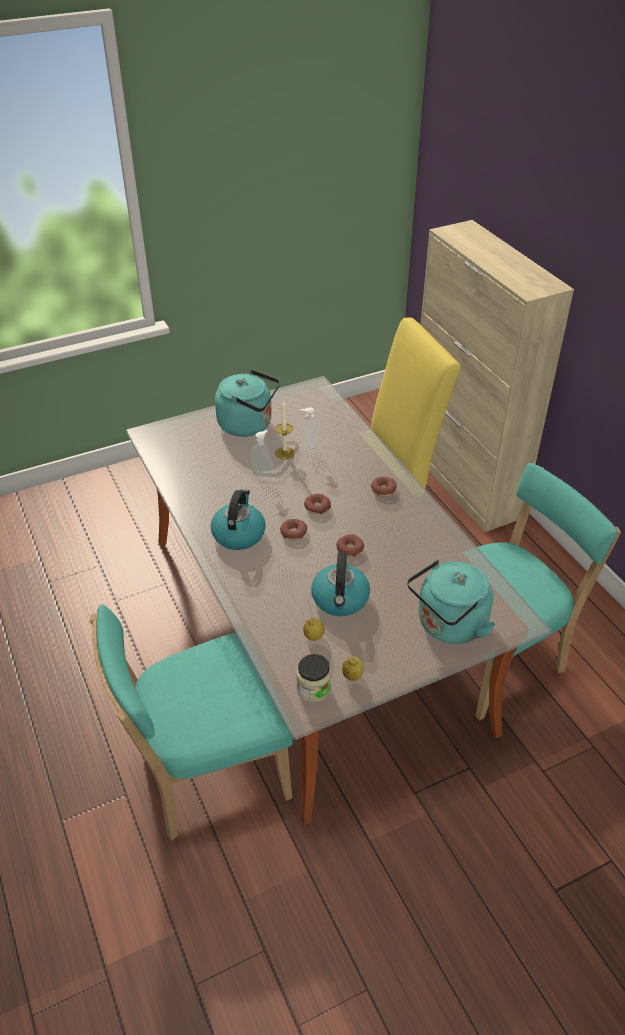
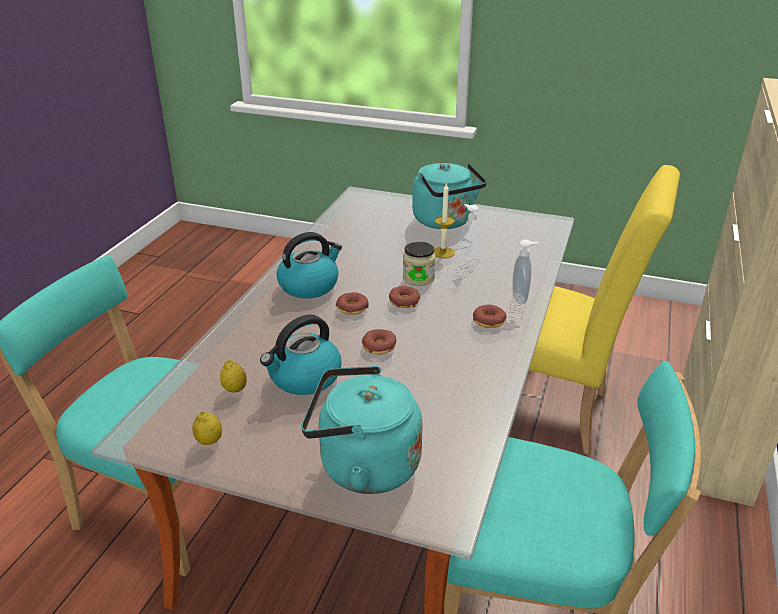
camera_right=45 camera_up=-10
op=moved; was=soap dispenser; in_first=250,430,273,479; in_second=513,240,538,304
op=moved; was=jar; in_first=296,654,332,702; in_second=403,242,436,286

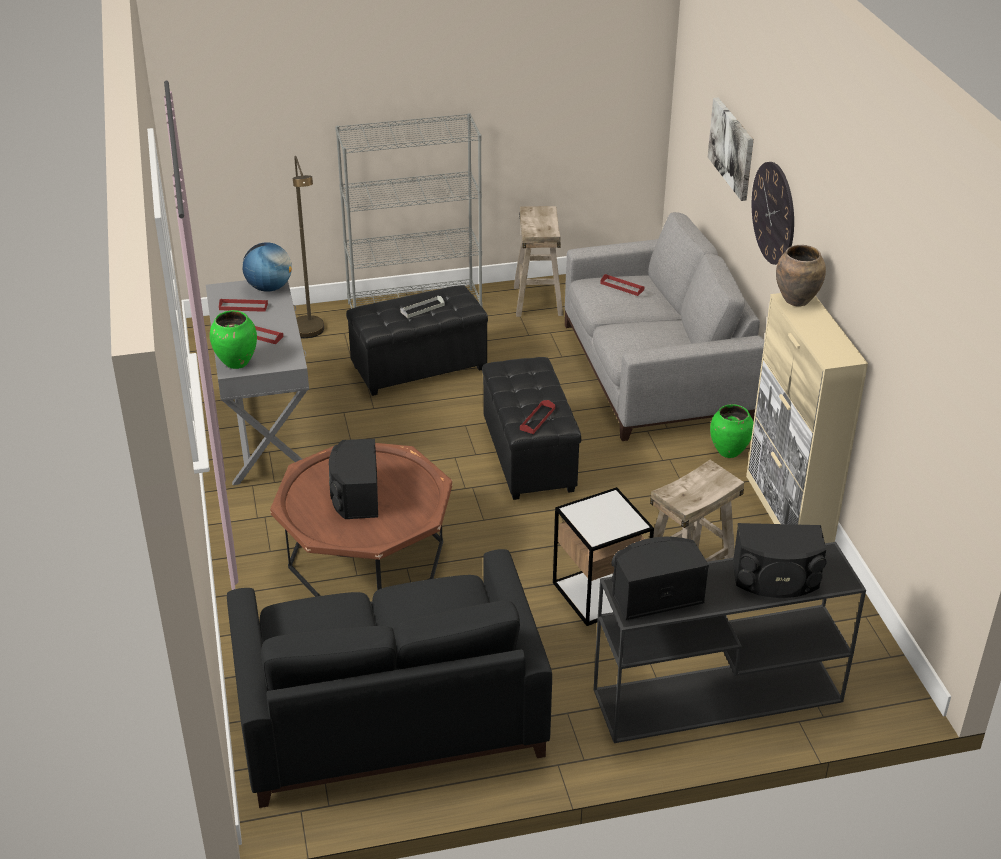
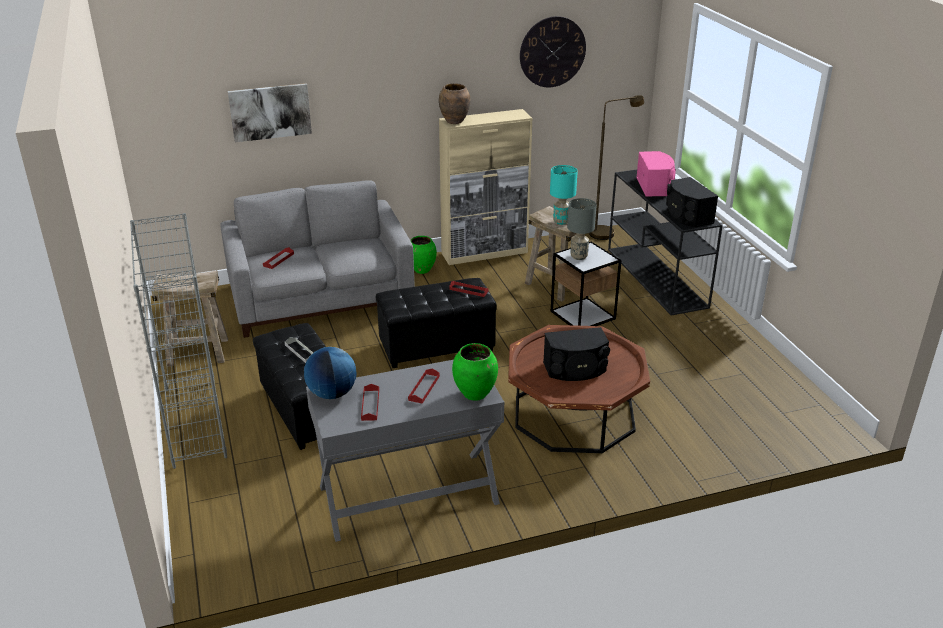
camera_right=-95 camera_up=-5
op=removed; was=black sofa; in_first=227,549,552,808
op=moved; was=brown floor lamp; in_first=293,156,324,338; in_second=589,95,644,240
op=recoloured; was=black speaker; now=pink speaker; in_first=733,523,827,598; in_second=636,151,676,197
op=moved; was=wall clock; in_first=752,162,794,265; in_second=520,16,586,87
op=added; now=turquoise table lamp; in_second=550,165,578,225
op=added; now=grey table lamp; in_second=567,198,597,260

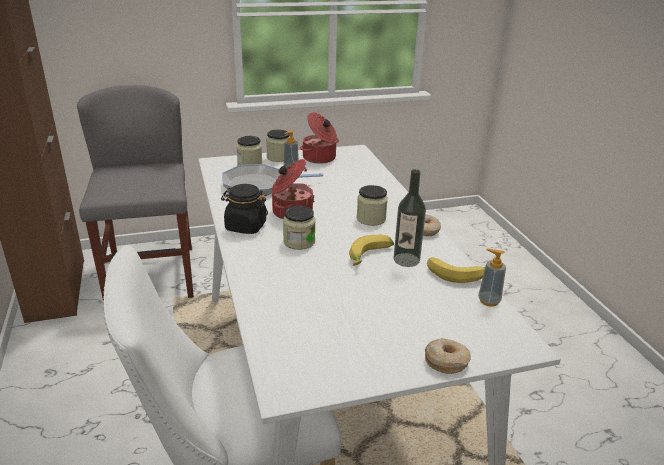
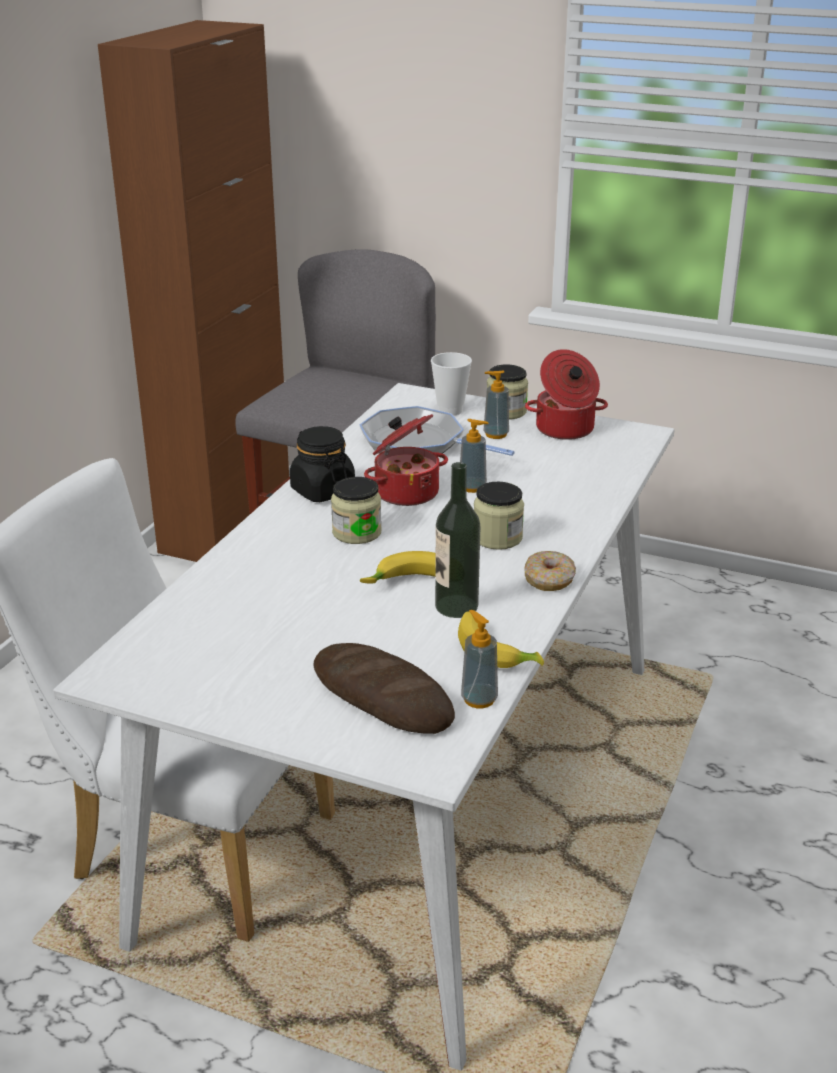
camera_right=40 camera_up=0
op=replaced; was=jar; now=cup; in_first=236,136,262,166; in_second=431,352,472,416
op=removed; was=donut; in_first=425,338,471,374
op=added; now=bread; in_second=313,643,455,734
op=added; now=soap dispenser; in_second=460,419,489,493

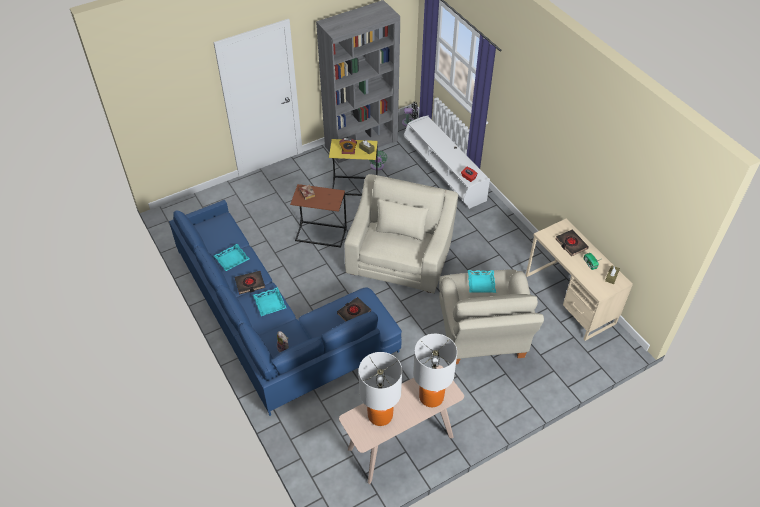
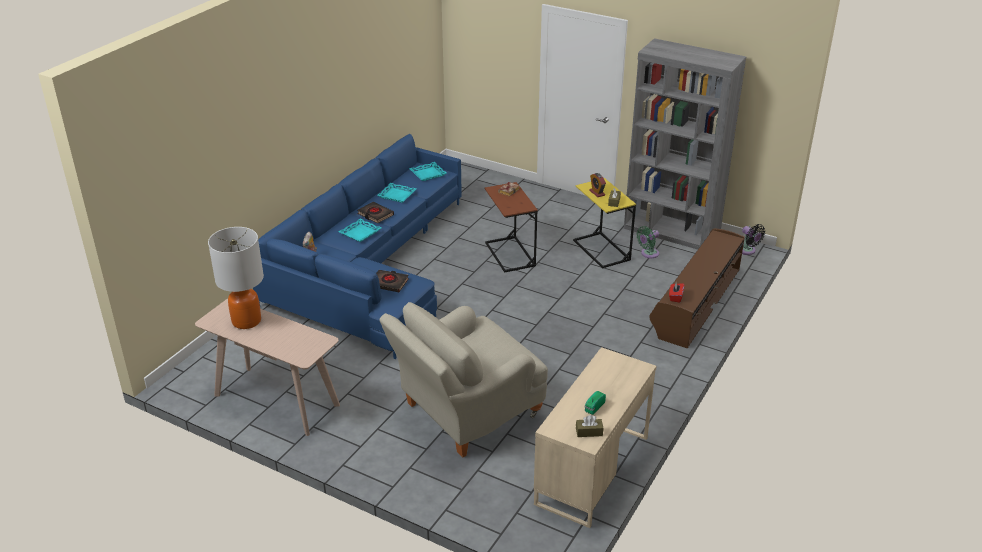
camera_right=60 camera_up=-15
op=removed; was=beige armchair; in_first=344,174,458,293
op=recoloured; was=white tv stand; now=brown tv stand; in_first=404,115,490,209; in_second=649,228,745,348
op=removed; was=table lamp; in_first=413,334,457,407
op=moved; was=turquoise tray; in_first=468,270,496,293; in_second=409,162,447,181
op=removed; was=black book; in_first=556,230,589,256

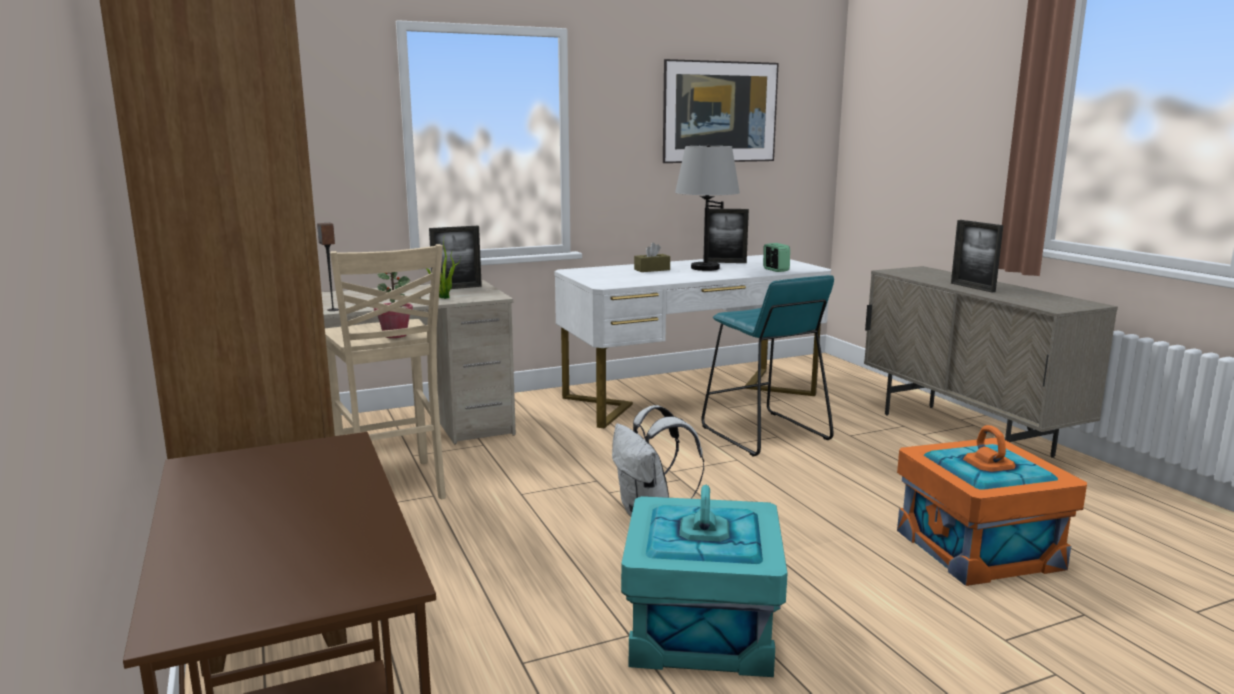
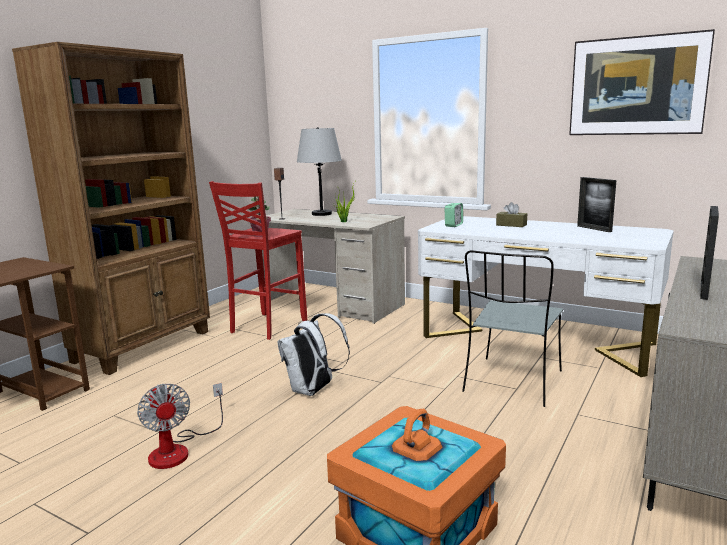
camera_right=55 camera_up=0
op=recoloured; was=beige stool; now=red stool; in_first=325,244,446,499; in_second=209,181,307,340
op=removed; was=picture frame; in_first=429,226,482,289
op=replaced; was=turquoise storage box; now=fan; in_first=621,485,788,677; in_second=137,383,223,469
op=moved; was=grey table lamp; in_first=675,144,740,271; in_second=297,127,342,216
op=replaced; was=turquoise stool; now=grey chair; in_first=701,275,834,457; in_second=462,250,563,407
op=moved; was=alarm clock; in_first=763,243,790,272; in_second=445,203,463,227

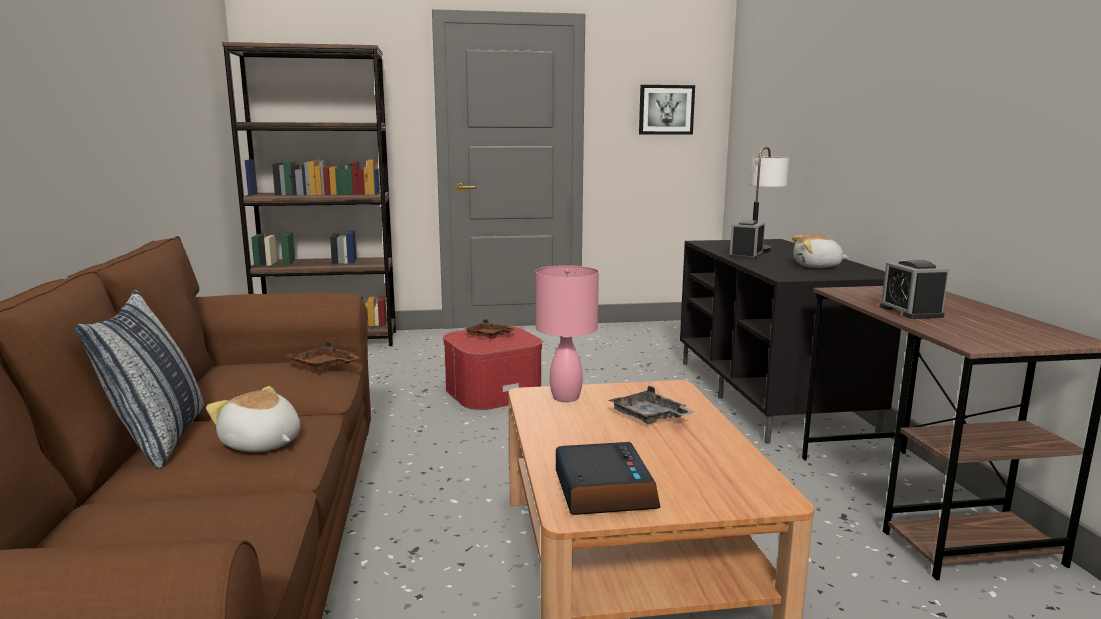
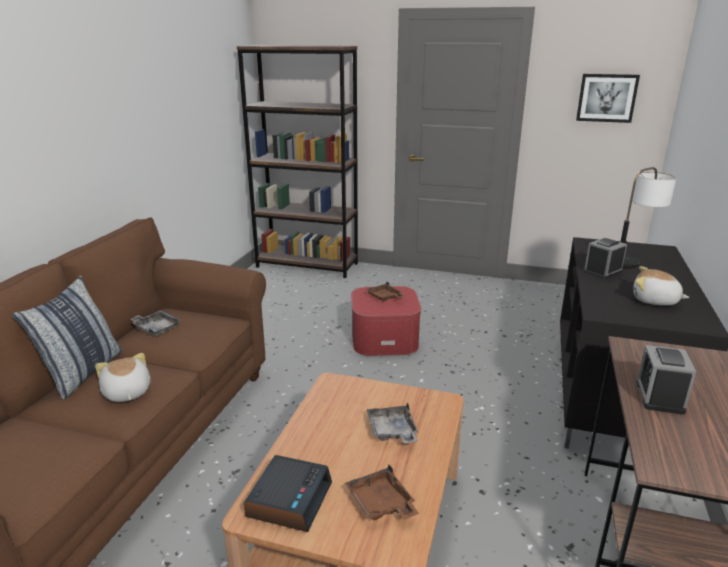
camera_right=25 camera_up=10
op=moved; was=brown tray; in_first=287,341,360,372; in_second=345,465,419,520
op=removed; was=pink table lamp; in_first=536,265,599,402
op=added; now=grey tray; in_second=130,310,181,337

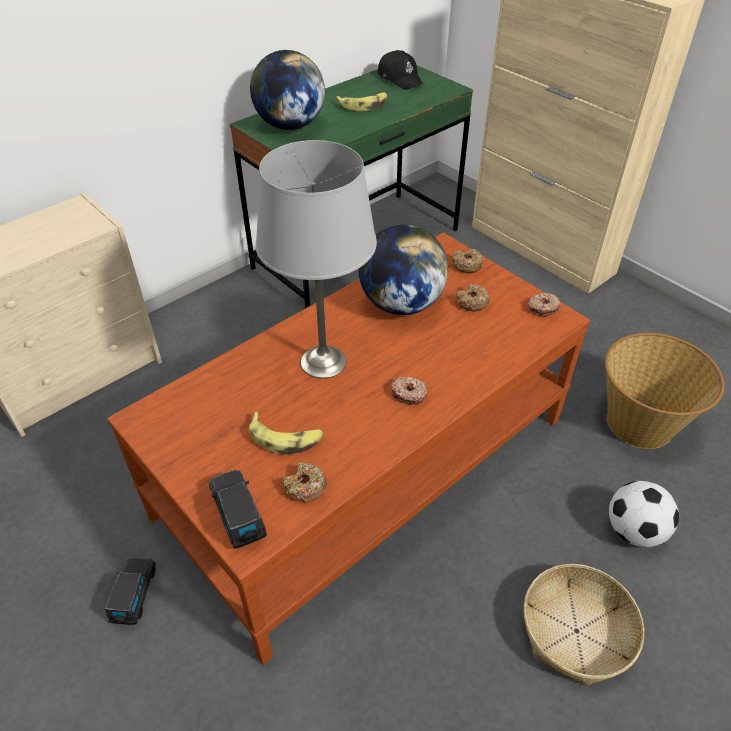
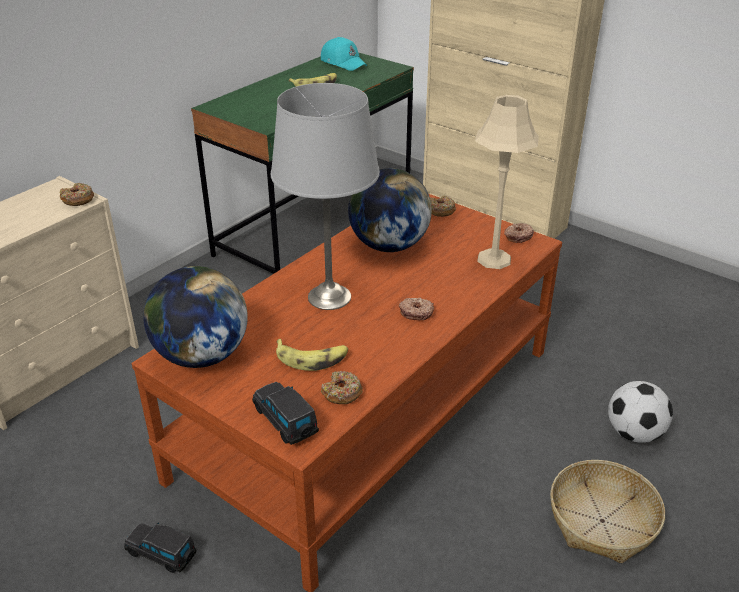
camera_right=-10 camera_up=-10
op=turned; was=black toy car; in_first=105,557,156,625; in_second=124,522,196,573; clockwise=-60
op=moved; was=globe; in_first=250,50,325,130; in_second=143,266,248,368
op=recoloured; was=black cap; now=turquoise cap; in_first=378,50,423,90; in_second=321,37,367,71
op=moved; was=donut; in_first=455,284,490,311; in_second=59,183,94,206
op=removed; was=basket; in_first=605,333,725,449
op=added; now=beige table lamp; in_second=475,95,539,269

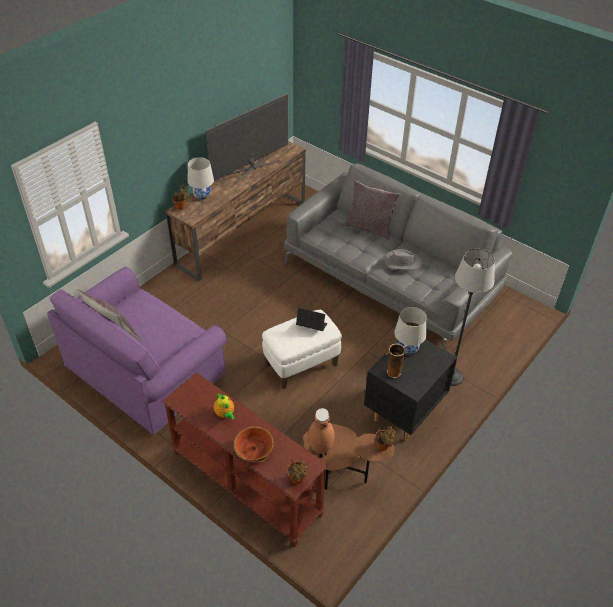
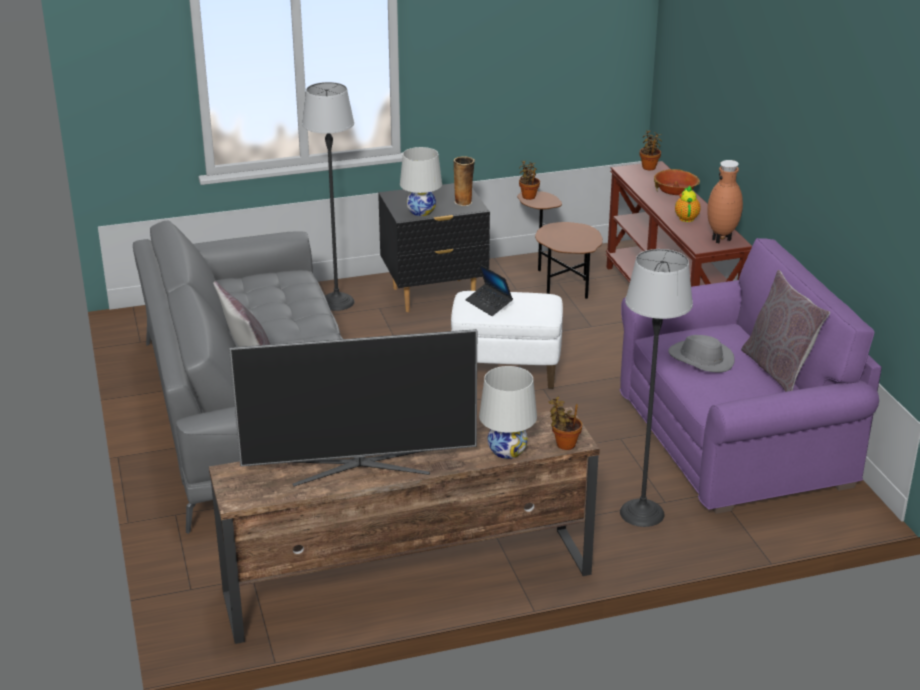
camera_right=-145 camera_up=-15
op=moved; was=brown vase; in_first=308,408,334,458; in_second=707,160,743,243
op=moved; was=grey hat; in_first=385,249,422,270; in_second=668,335,735,372
op=added; now=floor lamp; in_second=620,249,693,527

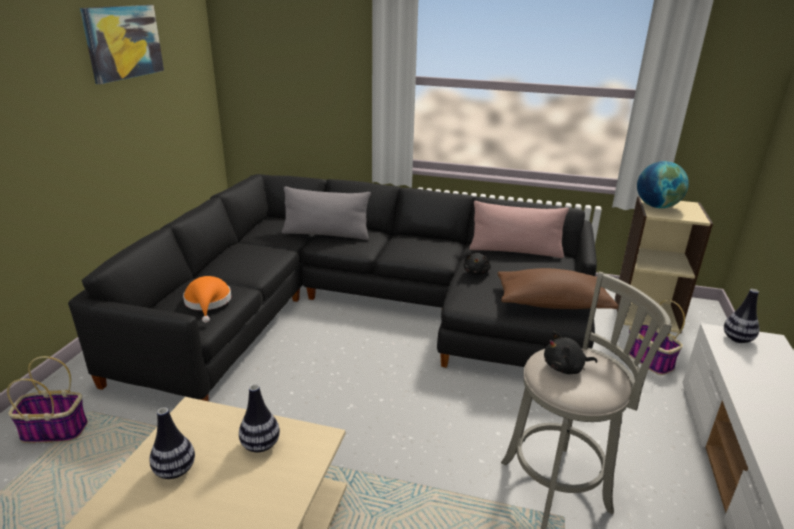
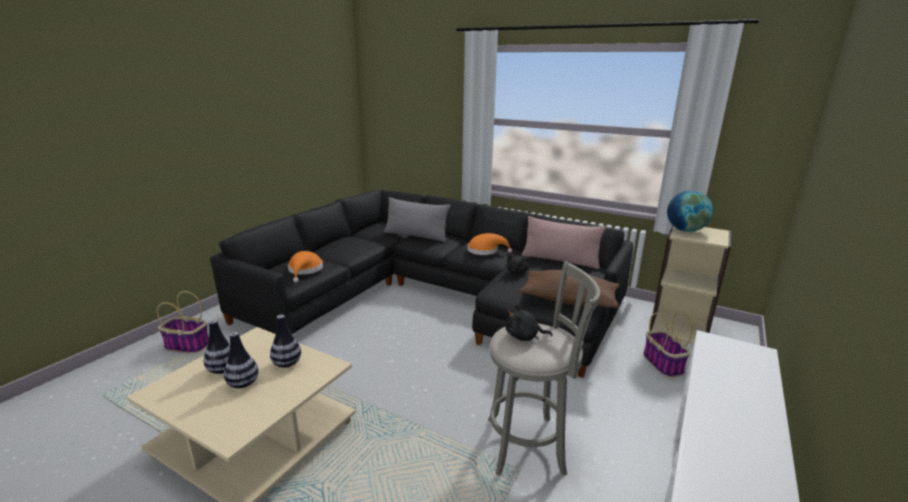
camera_right=15 camera_up=-5
op=removed; was=picture; in_first=80,5,164,84
op=moved; was=vase; in_first=724,289,760,343; in_second=224,332,259,388
op=added; now=orange hat; in_second=468,233,512,255

